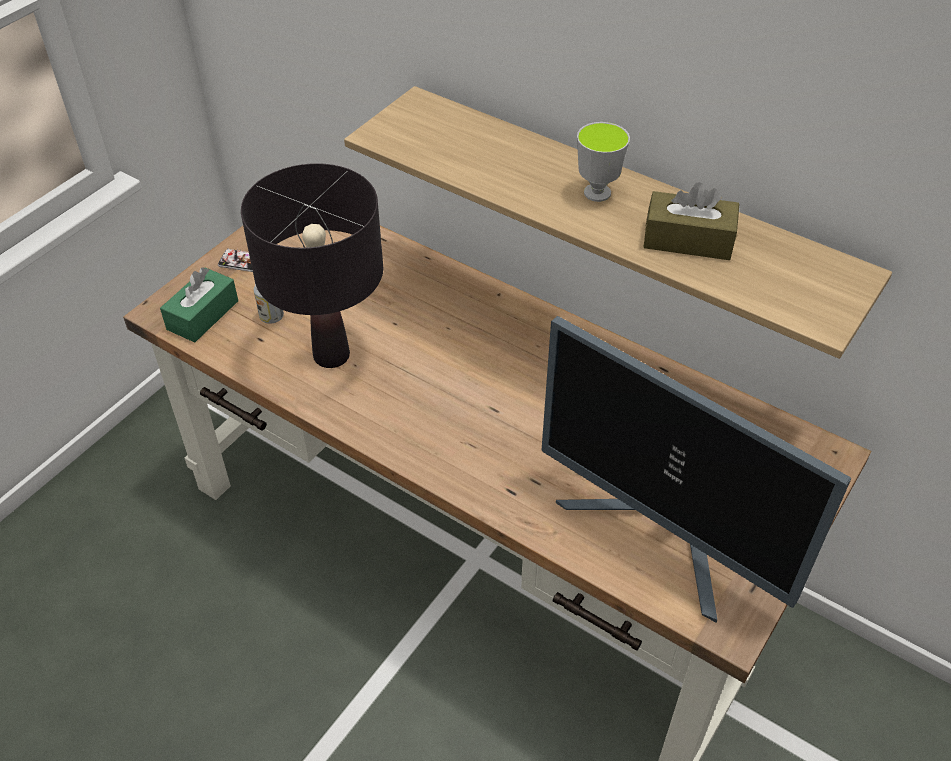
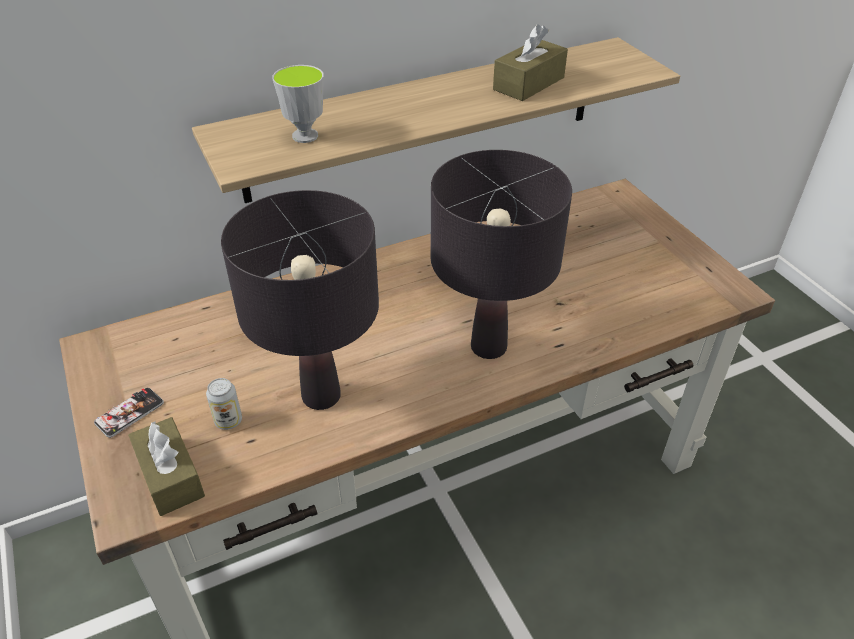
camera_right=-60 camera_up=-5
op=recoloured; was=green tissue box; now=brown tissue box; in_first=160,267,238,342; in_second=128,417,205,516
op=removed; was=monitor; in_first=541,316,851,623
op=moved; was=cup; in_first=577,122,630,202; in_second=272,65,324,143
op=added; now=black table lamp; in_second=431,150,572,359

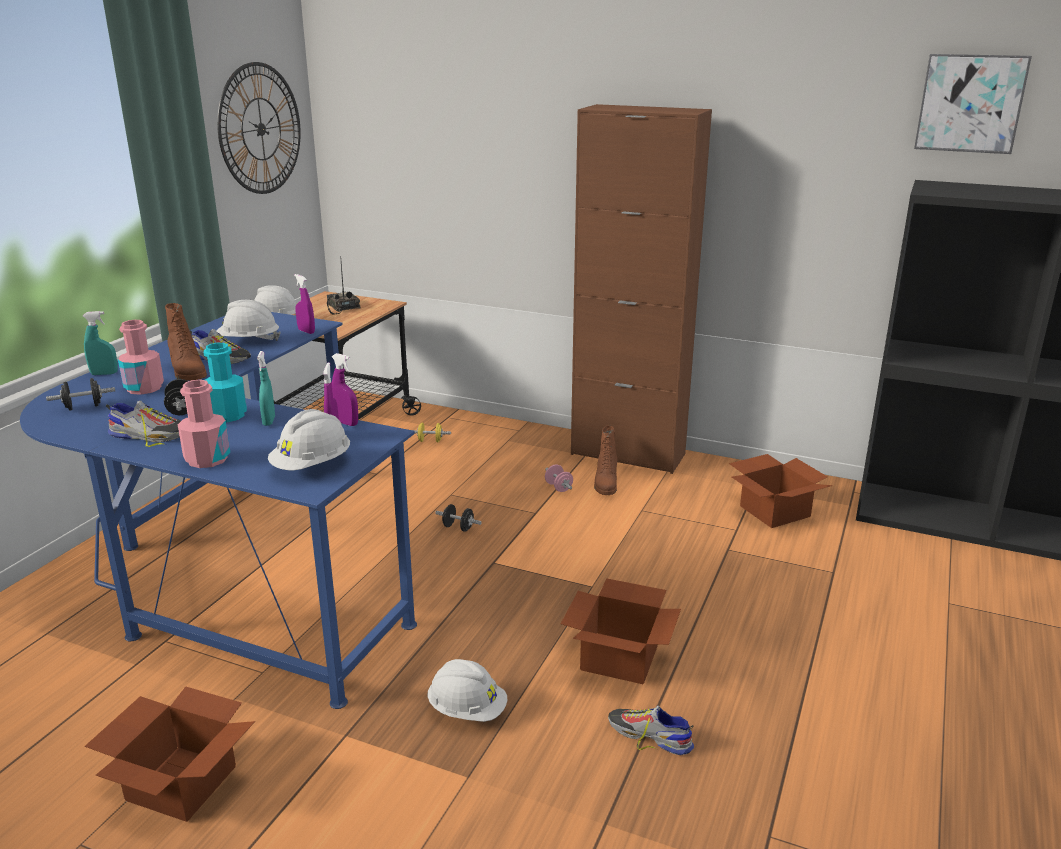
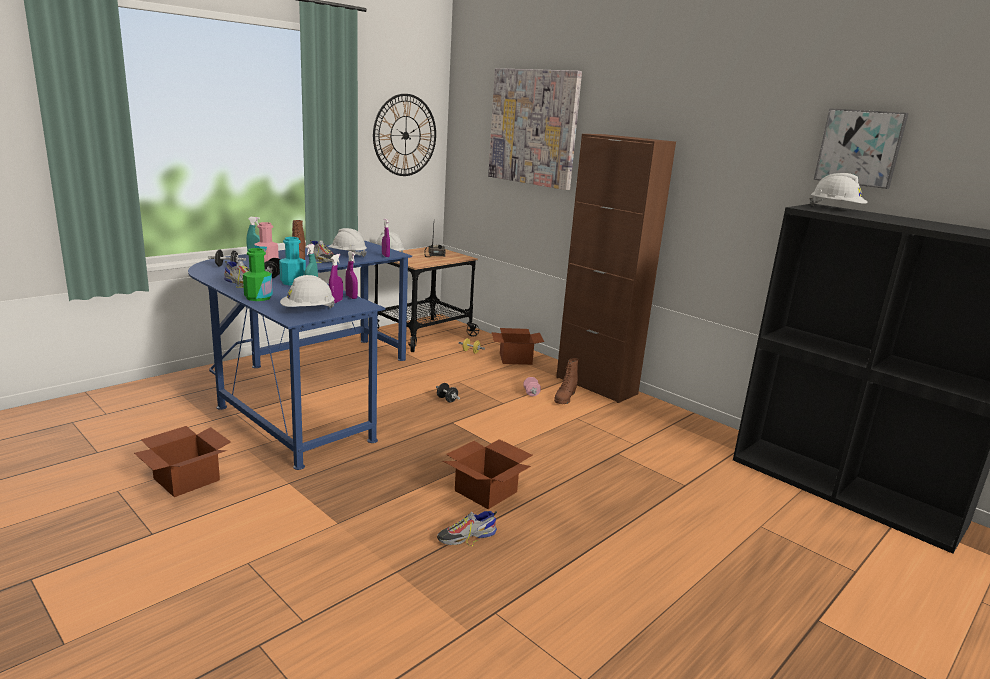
camera_right=20 camera_up=-5
op=recoloured; was=pink bottle; now=green bottle; in_first=178,380,230,468; in_second=243,248,273,301
op=moved; was=white hard hat; in_first=427,659,507,722; in_second=809,173,868,206
op=turned; was=shoe; in_first=608,706,694,756; in_second=437,511,497,546; clockwise=-75
op=moved; was=cardboard box; in_first=729,454,833,528; in_second=492,328,544,365
op=added; now=picture; in_second=488,68,582,190

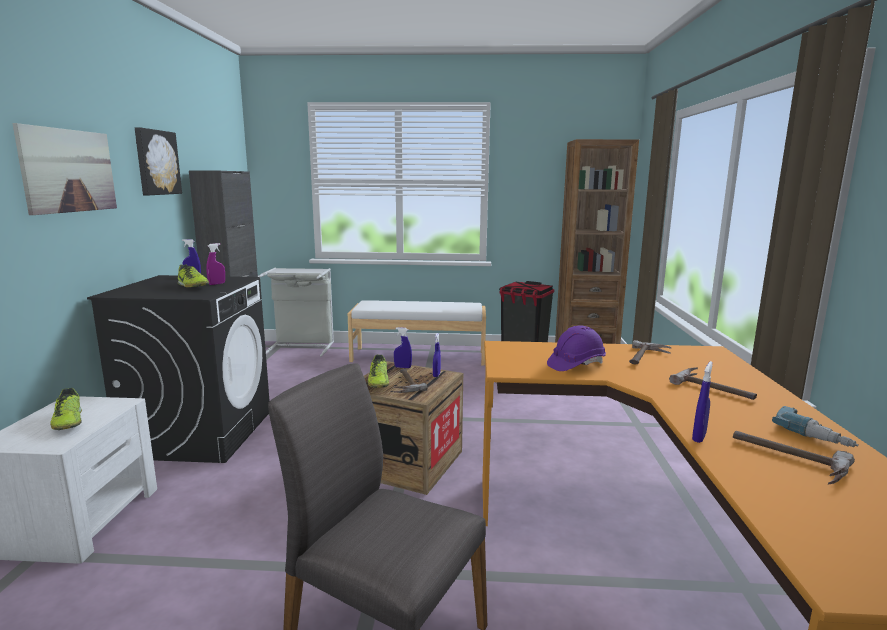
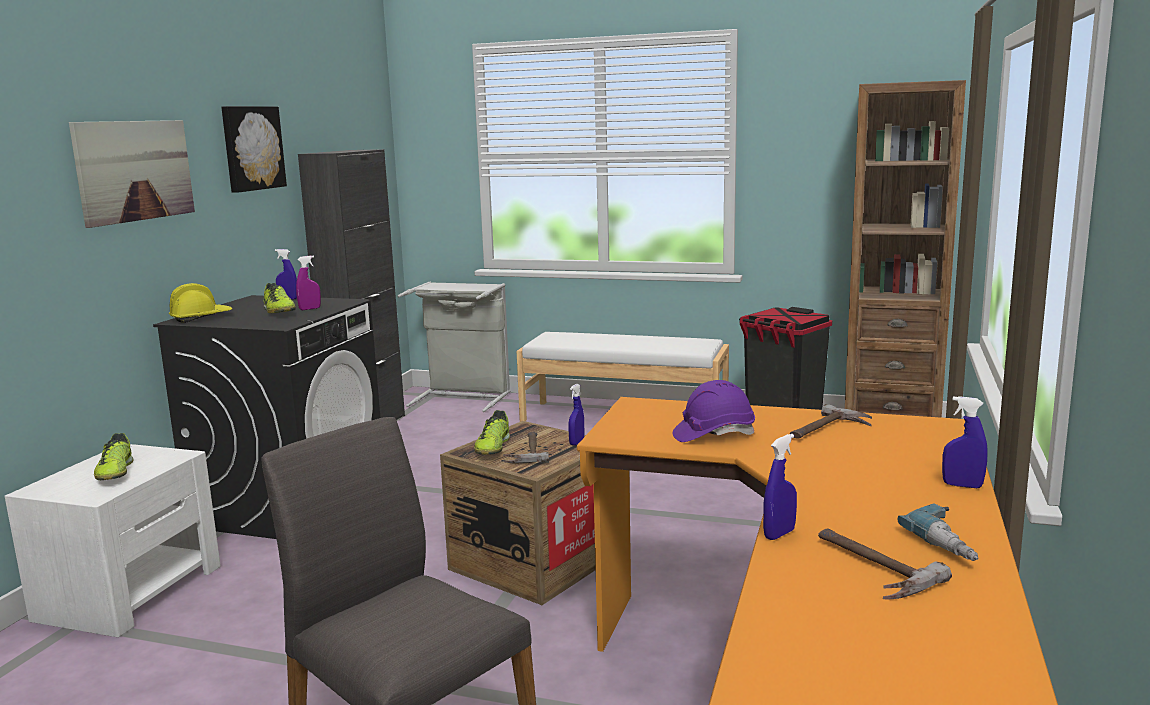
camera_right=15 camera_up=0
op=moved; was=blue spray bottle; in_first=394,327,412,368; in_second=942,396,988,488
op=removed; was=hammer; in_first=669,368,757,400
op=added; now=yellow hard hat; in_second=169,283,232,323

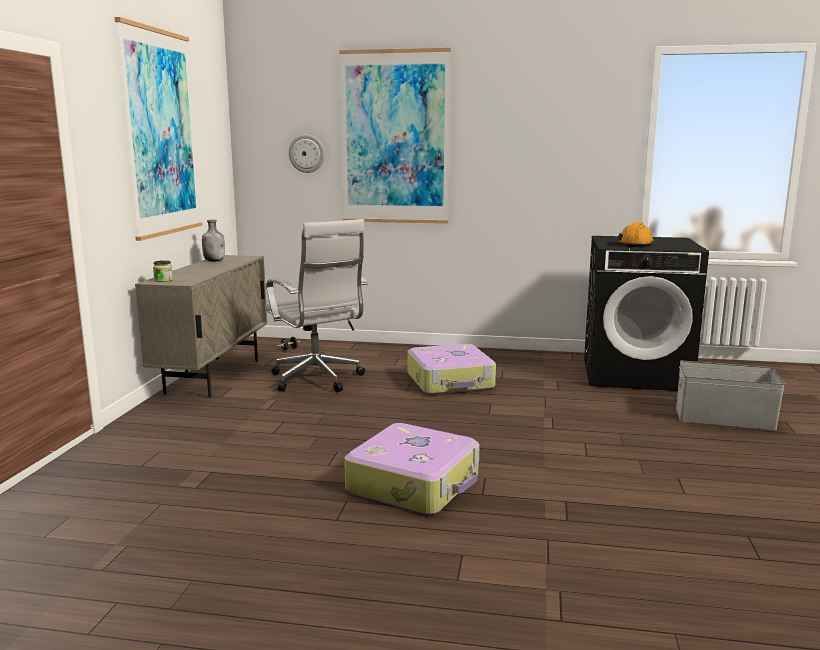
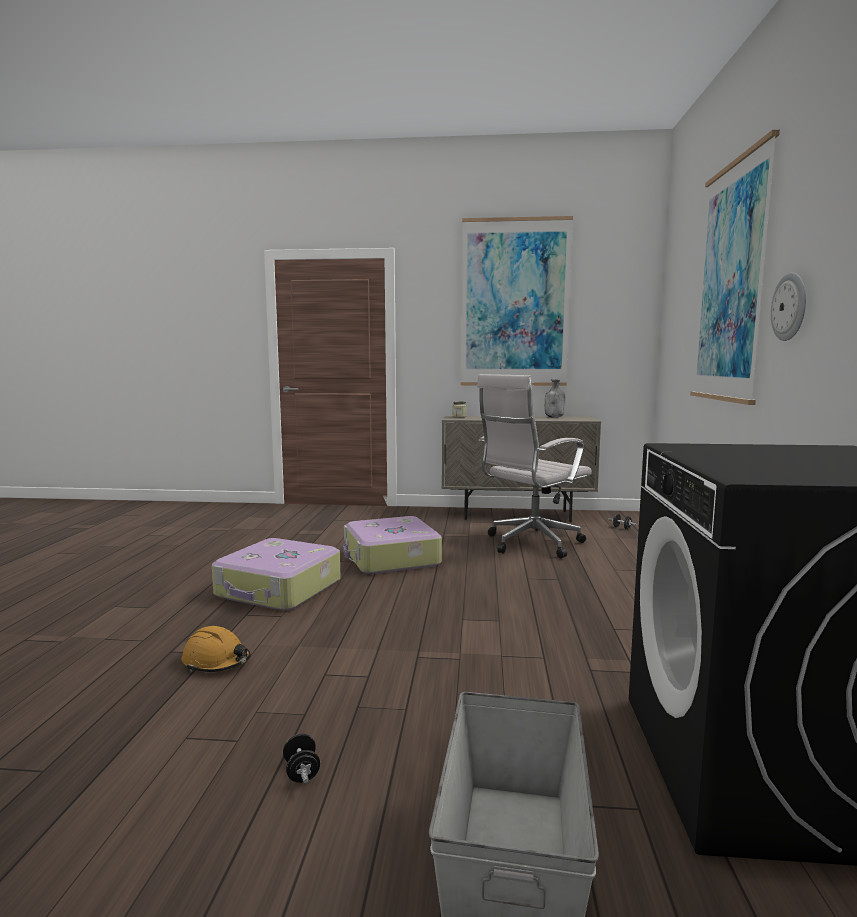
camera_right=85 camera_up=-5
op=moved; was=wall clock; in_first=289,134,325,173; in_second=771,273,806,341
op=moved; was=suitcase; in_first=407,344,496,395; in_second=343,516,442,574
op=moved; was=orange hard hat; in_first=617,222,655,247; in_second=182,626,251,672
op=added; now=black dumbbell; in_second=283,734,320,783

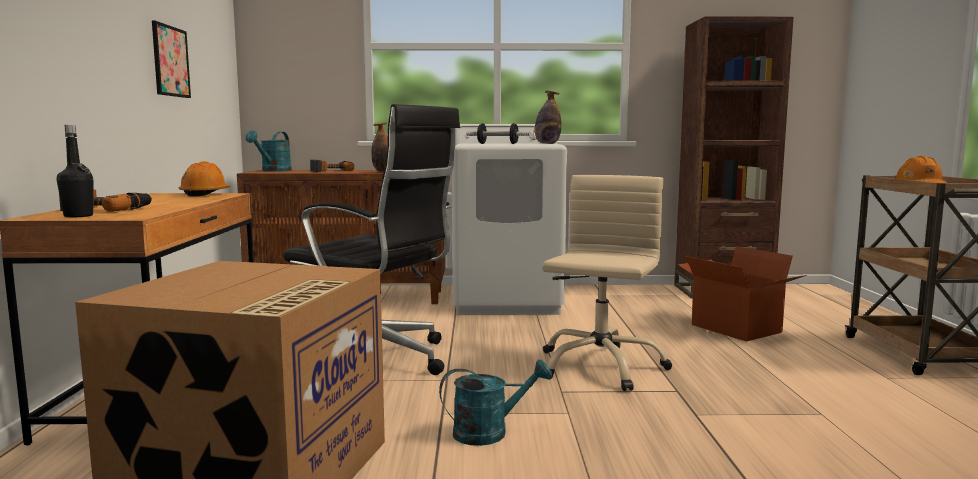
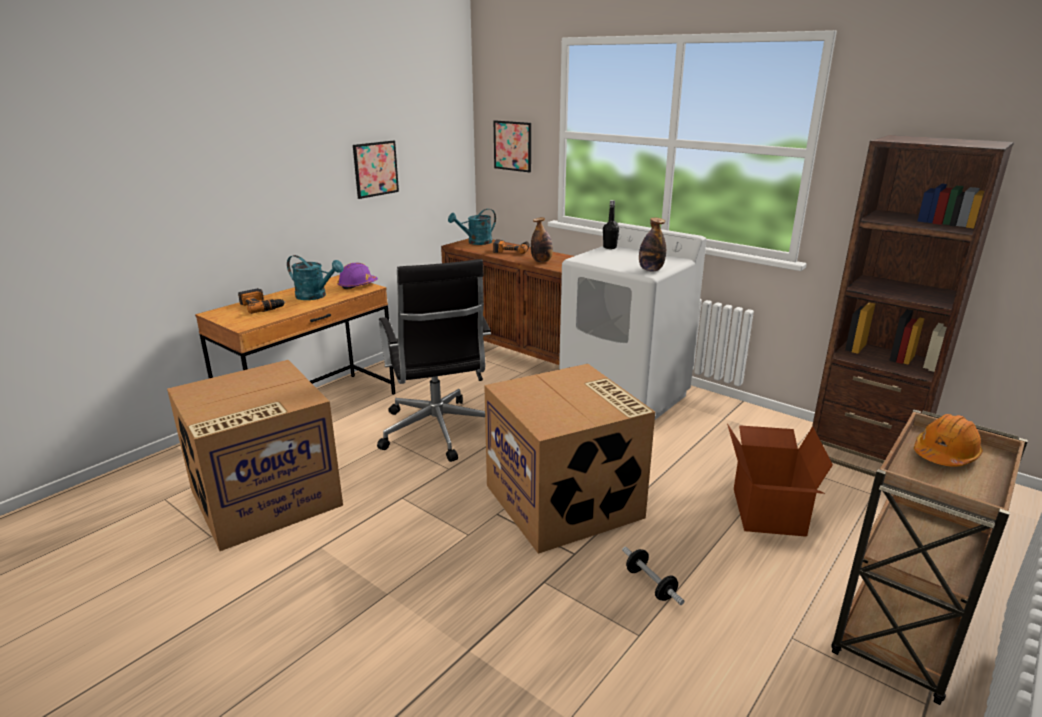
camera_right=40 camera_up=15
op=moved; was=black bottle; in_first=57,125,93,218; in_second=603,200,619,249
op=recoloured; was=orange hard hat; now=purple hard hat; in_first=179,161,231,197; in_second=337,263,378,290
op=moved; was=turquoise watering can; in_first=439,359,552,446; in_second=287,255,344,300
op=moved; was=dumbbell; in_first=466,123,530,144; in_second=622,546,685,605
op=replaced; was=beige office chair; now=cardboard box; in_first=542,175,672,391; in_second=484,364,655,554
op=added; now=picture; in_second=494,120,531,173

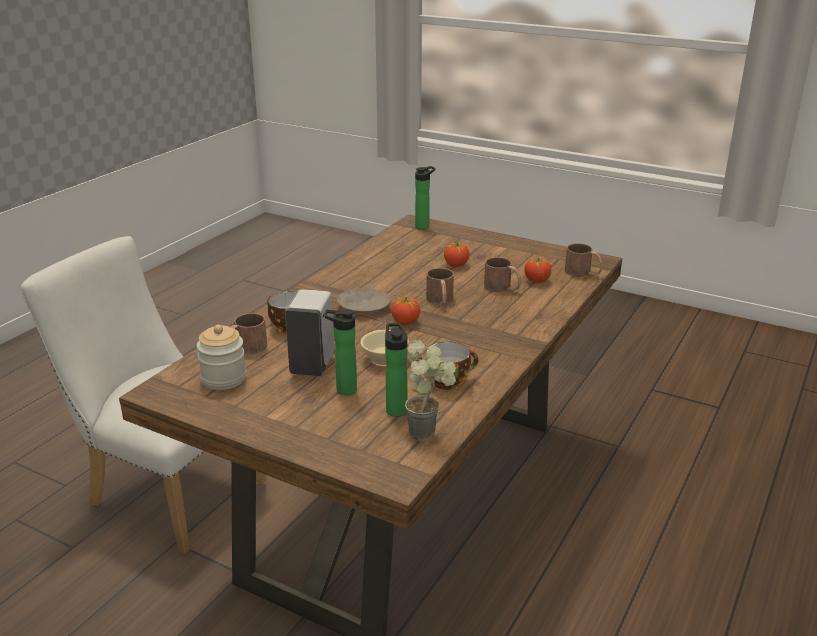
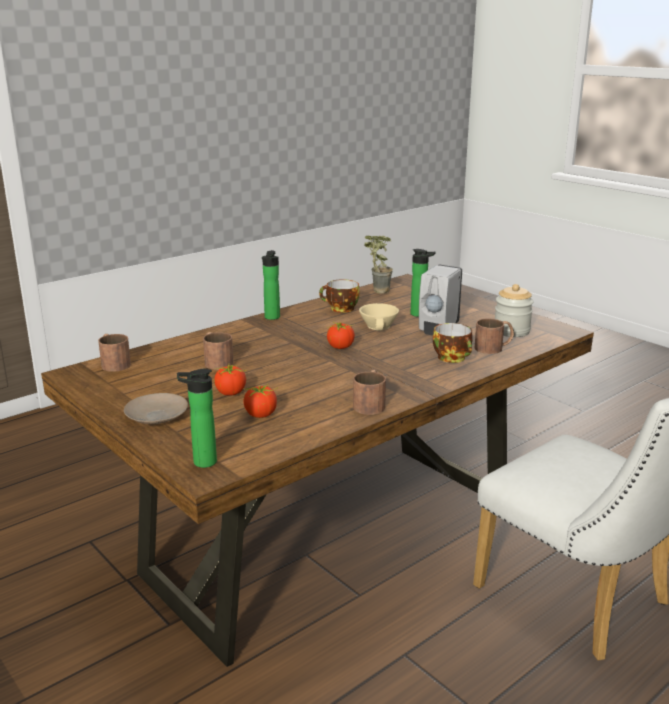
camera_right=-160 camera_up=-5
op=moved; was=beige plate; in_first=337,288,390,313; in_second=124,393,188,424
op=moved; was=bottle; in_first=385,323,408,417; in_second=262,250,280,320
op=moved; was=brown mug; in_first=426,268,454,306; in_second=353,370,386,415
op=moved; was=tomato; in_first=525,256,551,283; in_second=243,384,277,418

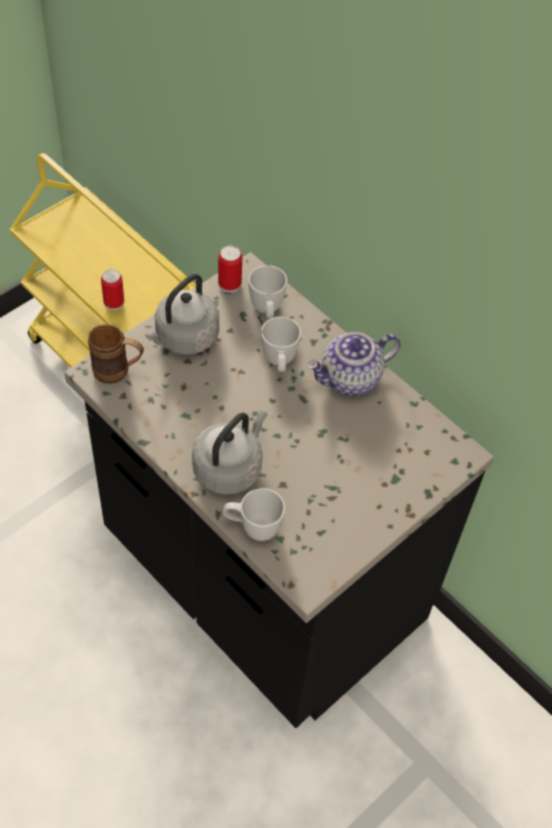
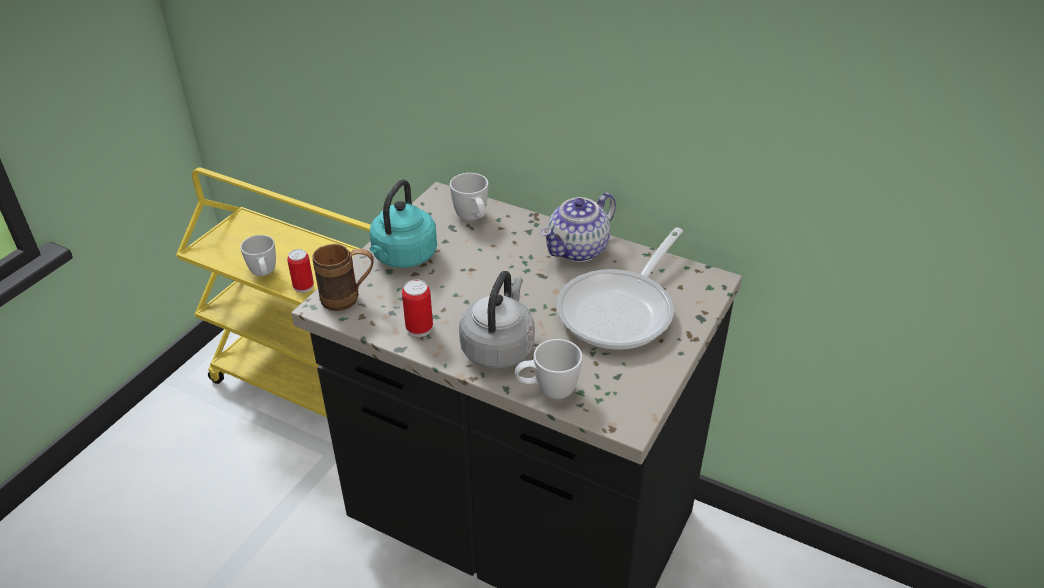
camera_right=-15 camera_up=-15
op=recoloured; was=grey kettle; now=turquoise kettle; in_first=145,274,219,355; in_second=370,179,437,268
op=moved; was=can; in_first=218,246,242,293; in_second=402,280,433,337
op=moved; was=white mug; in_first=261,317,301,372; in_second=240,235,276,276
op=added; now=frying pan; in_second=556,227,683,350

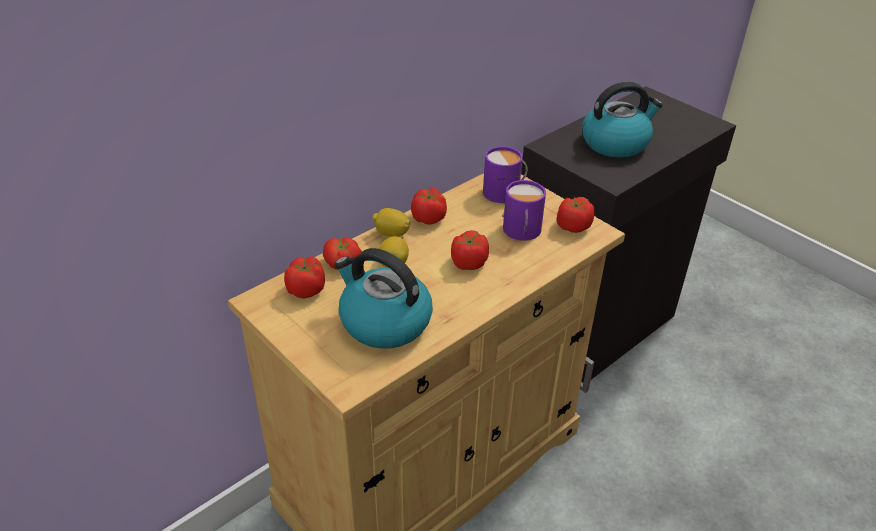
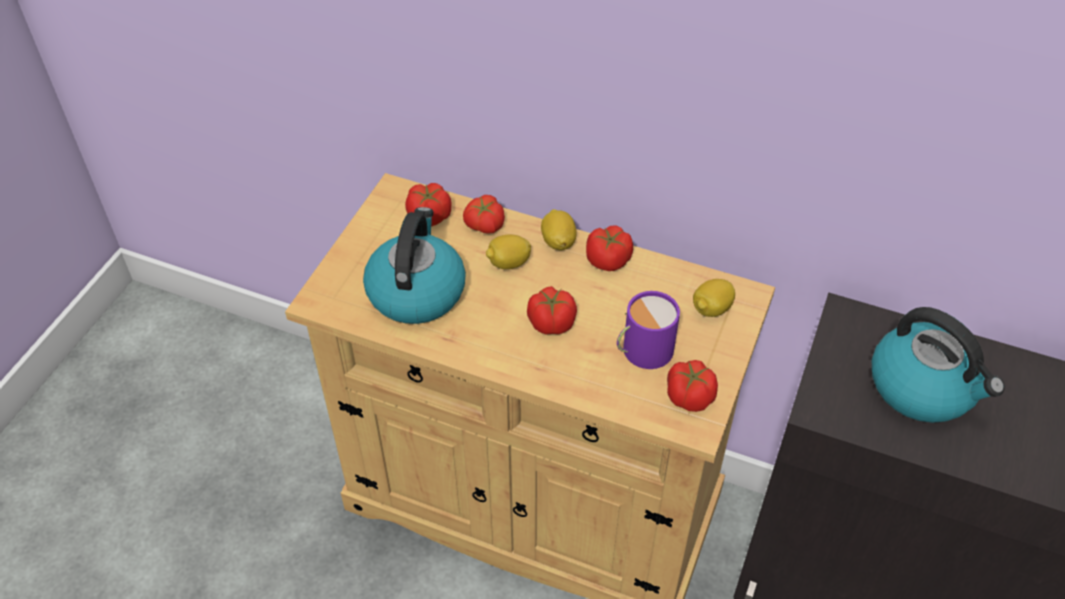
camera_right=65 camera_up=10
op=replaced; was=purple mug; now=lemon; in_first=483,146,528,203; in_second=693,279,735,317

